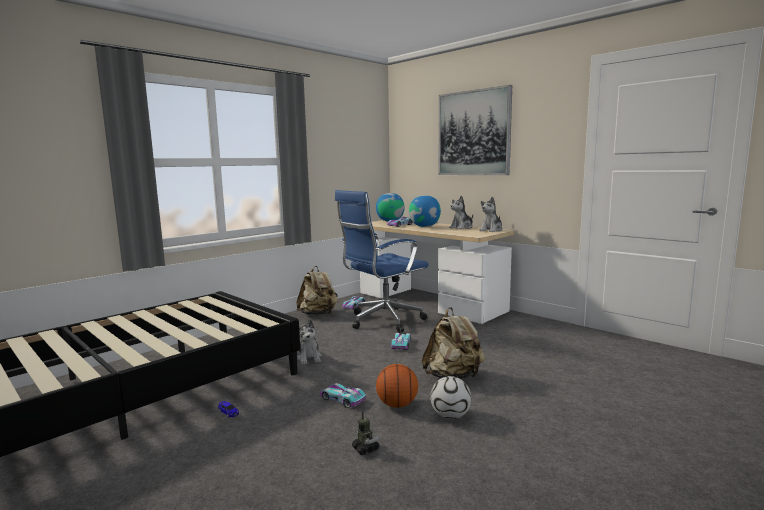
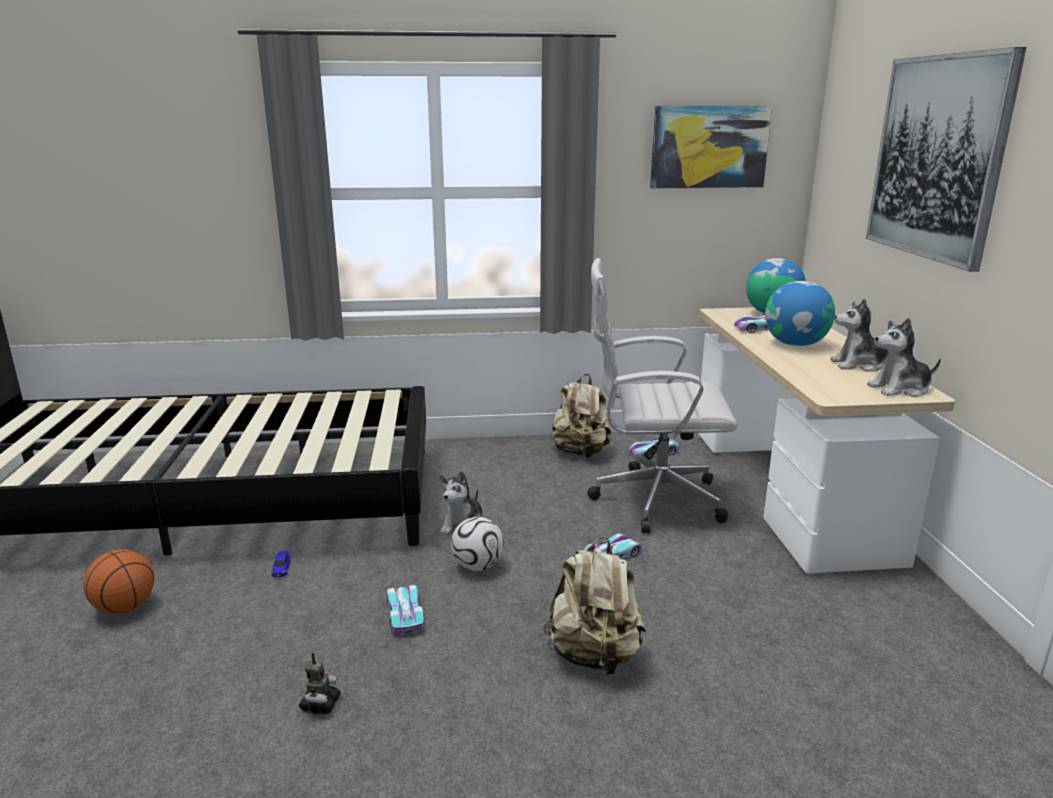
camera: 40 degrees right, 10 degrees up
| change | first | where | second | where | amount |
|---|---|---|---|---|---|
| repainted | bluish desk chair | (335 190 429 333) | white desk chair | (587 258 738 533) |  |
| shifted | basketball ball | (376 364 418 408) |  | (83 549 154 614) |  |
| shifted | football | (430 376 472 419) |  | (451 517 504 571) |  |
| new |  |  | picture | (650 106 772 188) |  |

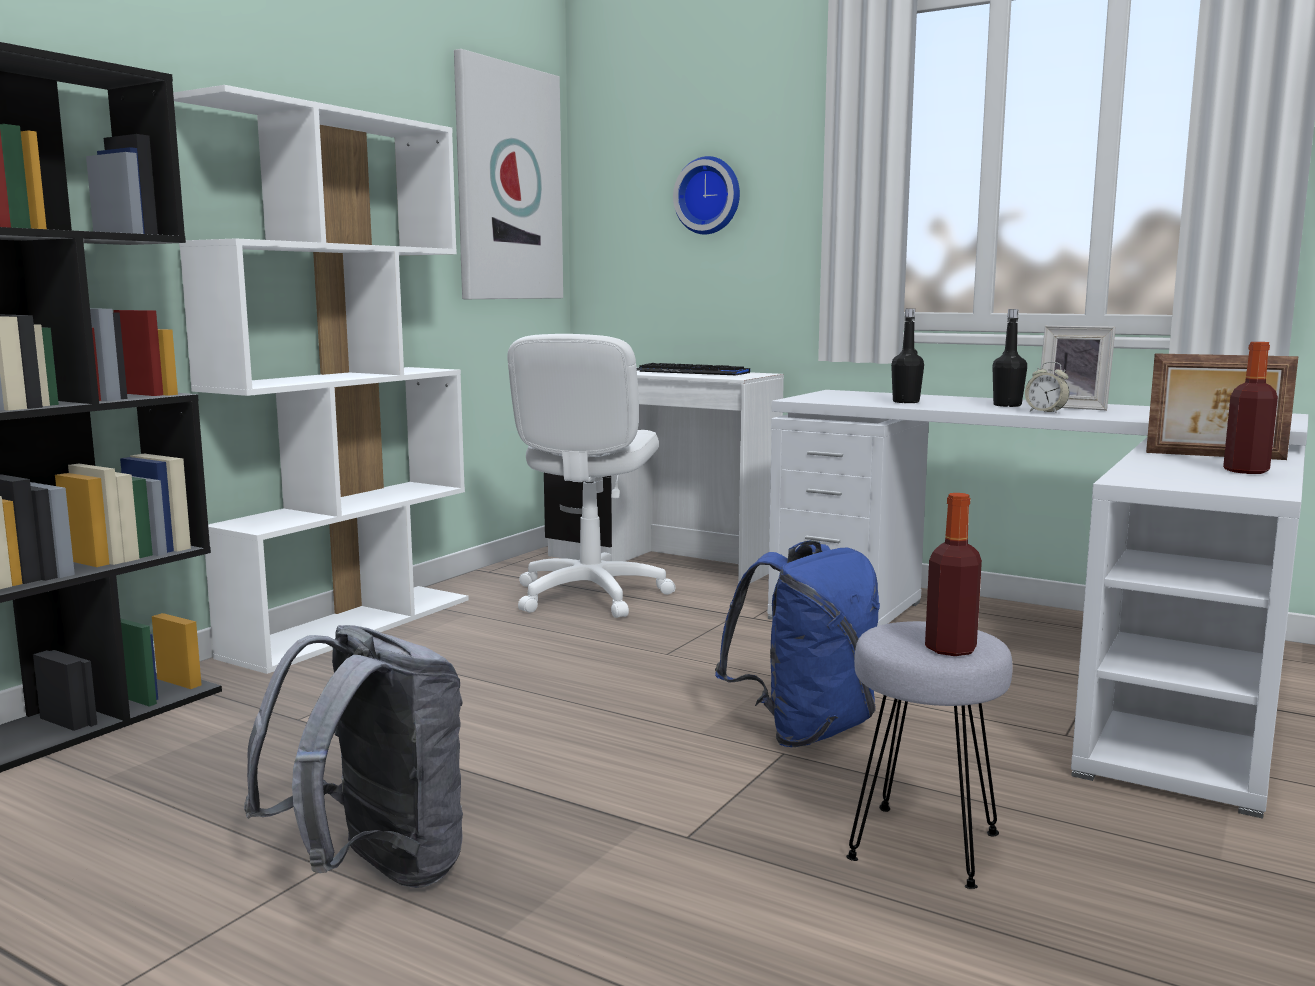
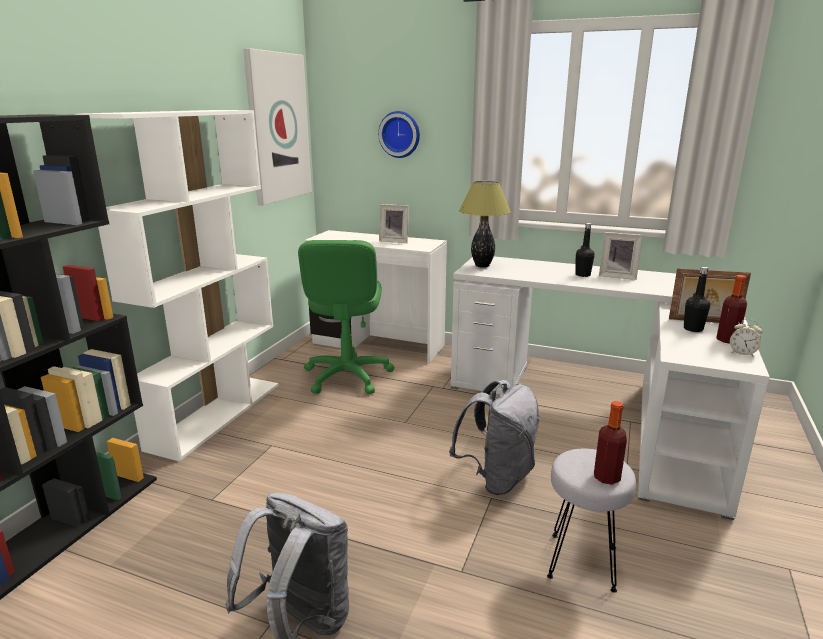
camera: 10 degrees left, 10 degrees up
| change | first | where | second | where | amount |
|---|---|---|---|---|---|
| repainted | white desk chair | (507 334 676 618) | greenish desk chair | (298 240 395 394) |  |
| swapped | keyboard | (637 363 750 375) | picture frame | (379 204 409 243) |  |
| repainted | bluish backpack | (715 540 880 747) | greyish backpack | (449 380 540 495) |  |
| shifted | black beverage bottle | (891 309 924 403) |  | (684 267 710 332) |  |
| shifted | table clock | (1025 362 1069 414) |  | (730 319 763 356) |  |
| new |  |  | tabletop lamp | (459 181 511 268) |  |

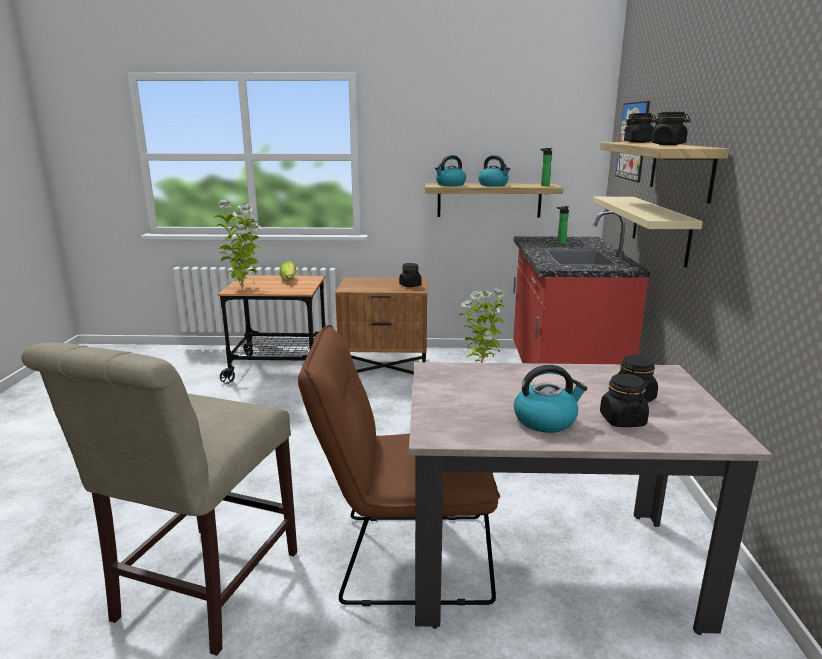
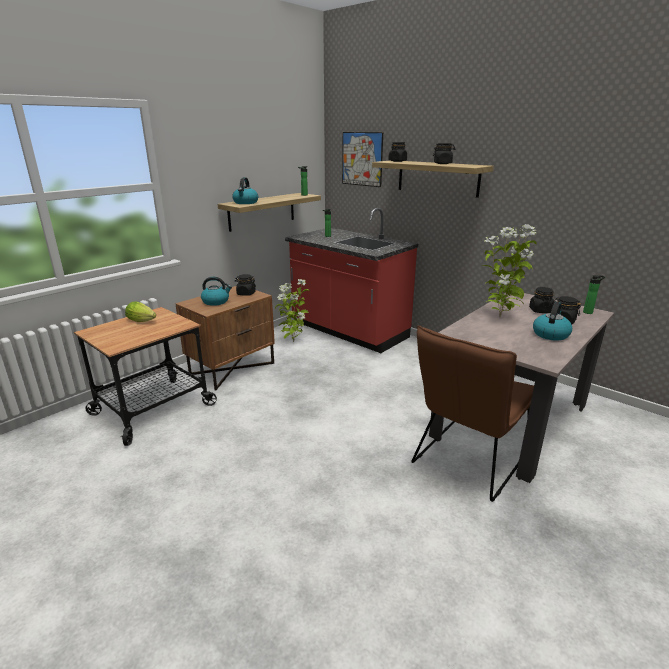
camera: 50 degrees left, 5 degrees up
| change | first | where | second | where | amount |
|---|---|---|---|---|---|
| gone | sand-coloured upright chair | (21 342 297 656) |  |  |  |
| shifted | houseplant | (213 199 261 289) |  | (482 224 537 318) |  |
| shifted | kettle | (478 155 510 186) |  | (201 277 232 306) |  |
| gone | sand-coloured shelf | (593 197 703 268) |  |  |  |
| new |  |  | beverage bottle | (583 275 605 314) |  |

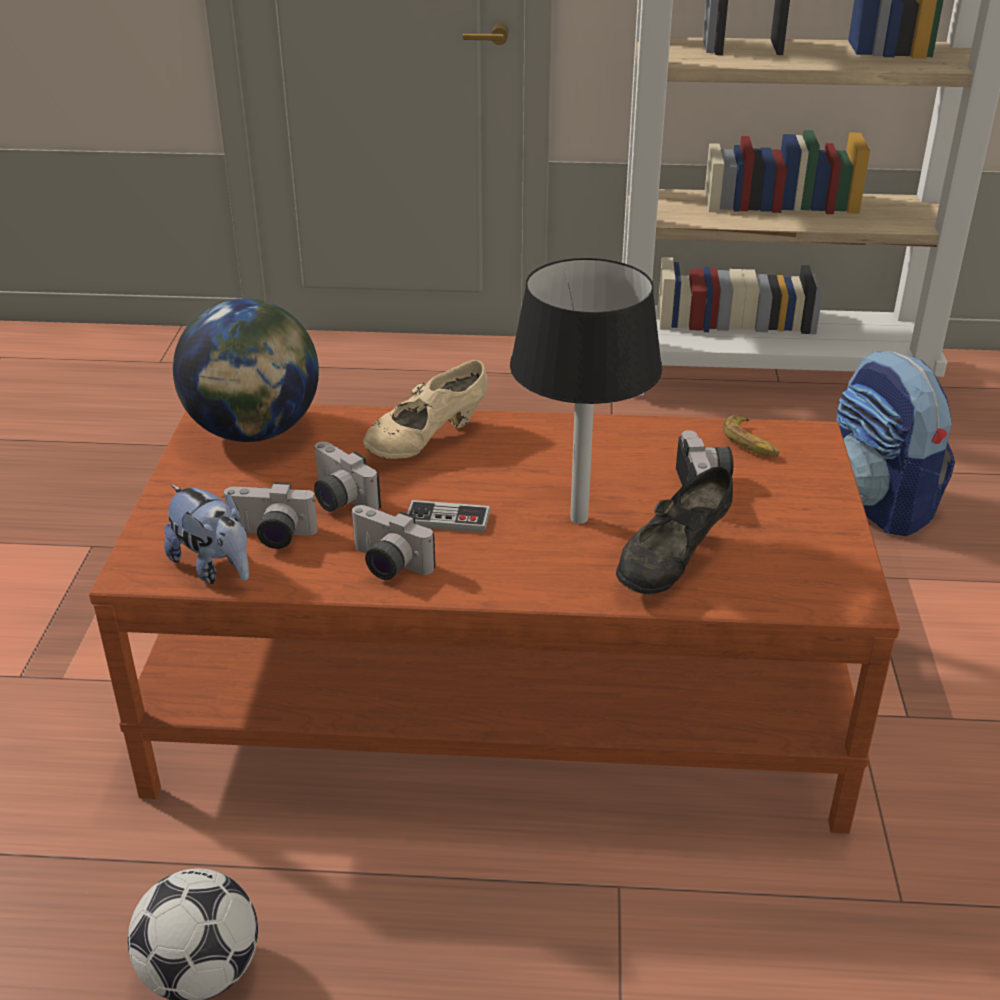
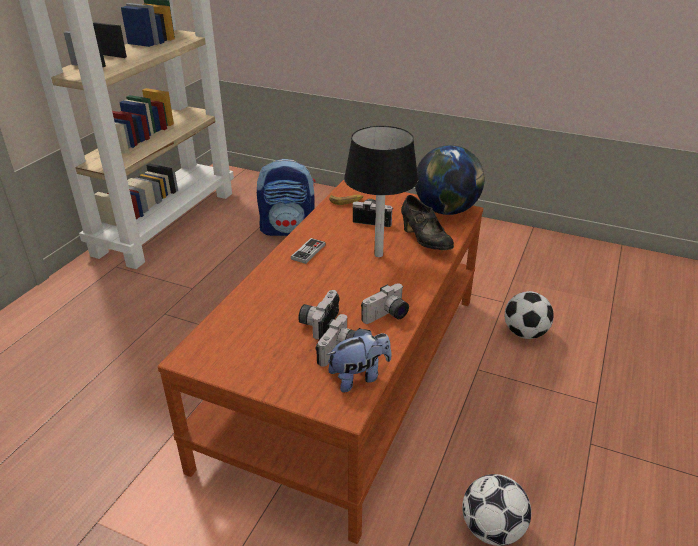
camera: 70 degrees left, 0 degrees up
| change | first | where | second | where | amount |
|---|---|---|---|---|---|
| shifted | desk globe | (173 298 319 442) |  | (415 145 485 215) |  |
| rotated | photo camera | (314 441 381 512) |  | (298 290 340 340) | 135 degrees clockwise |
| gone | sand-coloured item of footwear | (363 360 488 459) |  |  |  |
| shifted | game controller | (407 500 491 533) |  | (291 238 326 264) |  |
| new |  |  | football | (505 291 554 339) |  |

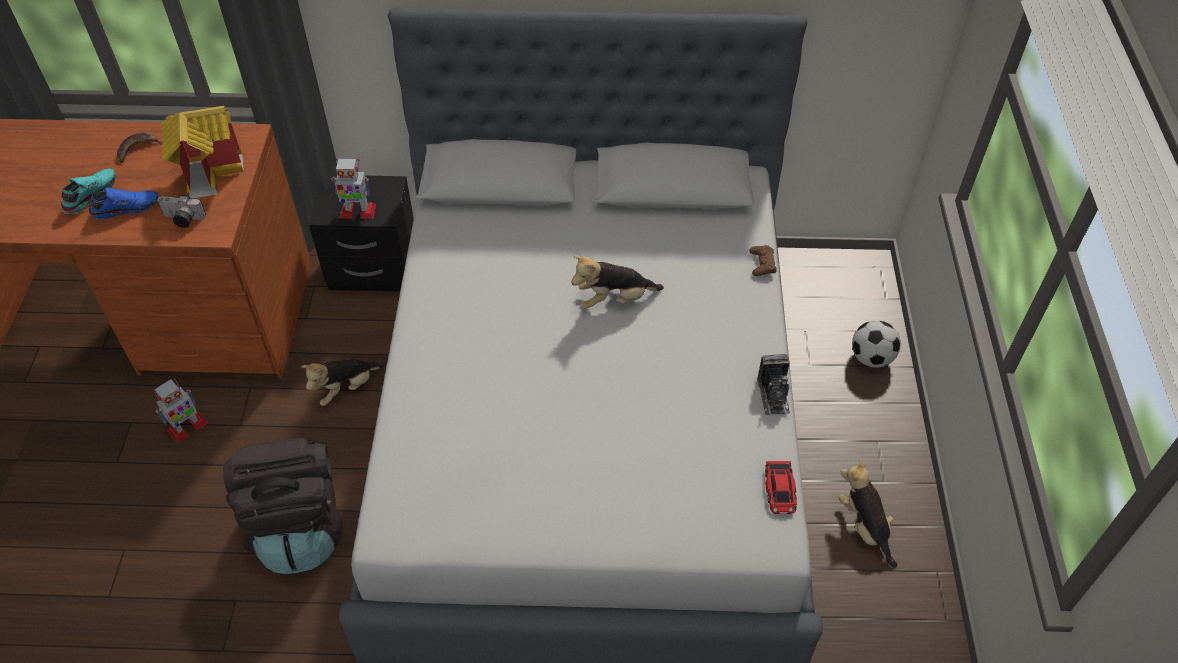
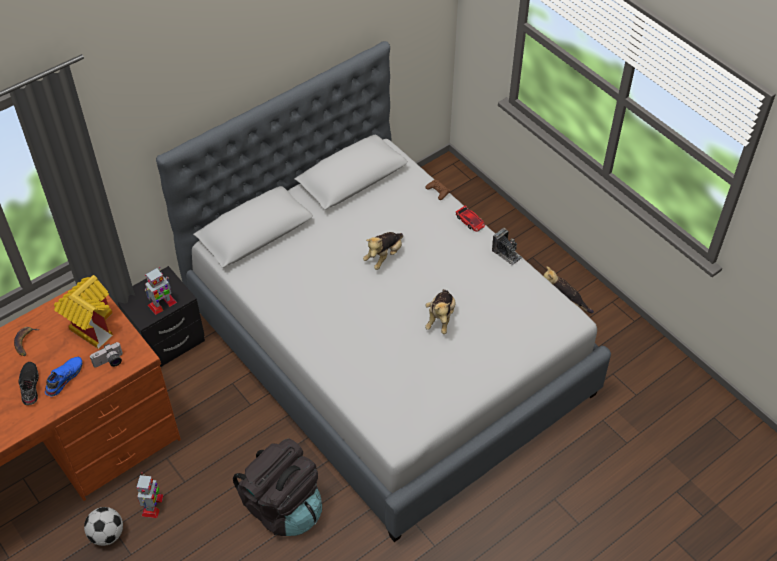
camera: 40 degrees left, 0 degrees up
| change | first | where | second | where | amount |
|---|---|---|---|---|---|
| repainted | turquoise item of footwear | (61 168 116 214) | black item of footwear | (19 362 39 405) |  |
| shifted | plush toy | (301 359 384 406) |  | (425 289 455 334) |  |
| shifted | toy car | (765 461 797 514) |  | (456 205 485 232) |  |
| shifted | football | (852 320 901 368) |  | (84 507 123 546) |  |

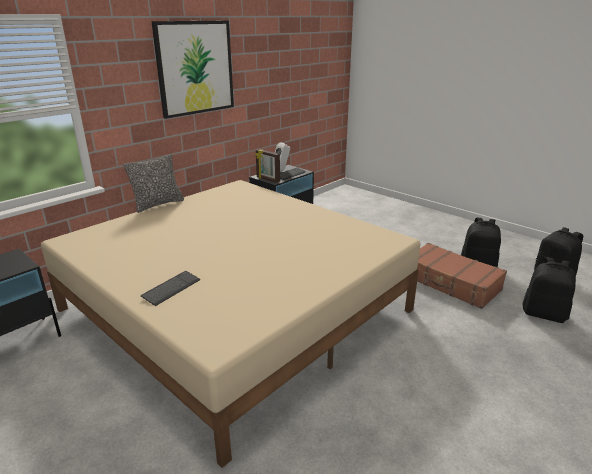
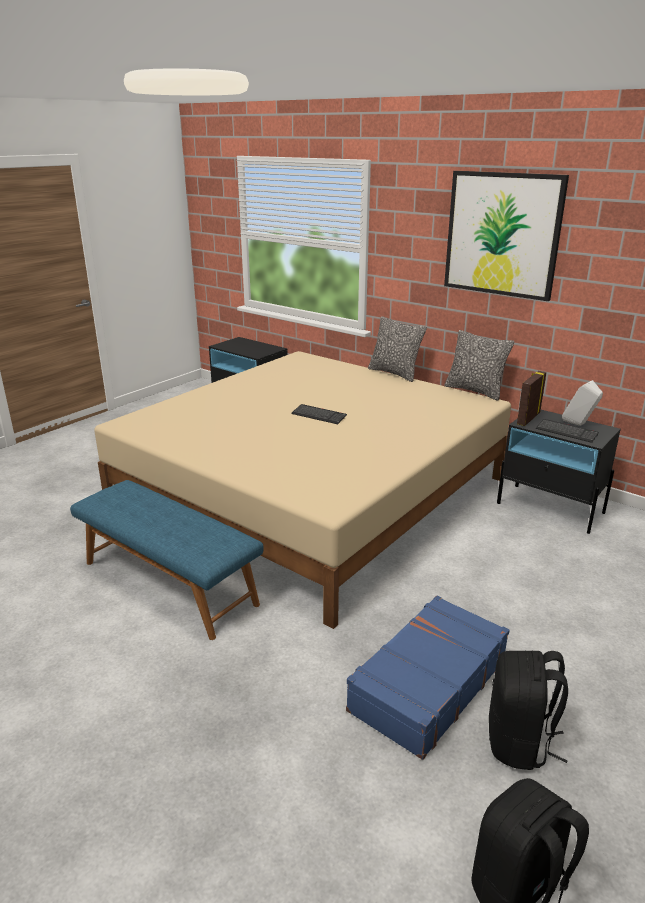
camera: 85 degrees right, 0 degrees up
| change | first | where | second | where | amount |
|---|---|---|---|---|---|
| shifted | keyboard | (141 271 200 306) |  | (291 404 347 424) |  |
| repainted | brown piece of luggage | (417 243 507 309) | bluish piece of luggage | (346 596 510 760) |  |
| gone | black backpack | (523 257 576 323) |  |  |  |
| new |  |  | bluish indoor bench | (70 480 264 640) |  |
| new |  |  | cushion | (444 330 514 400) |  |

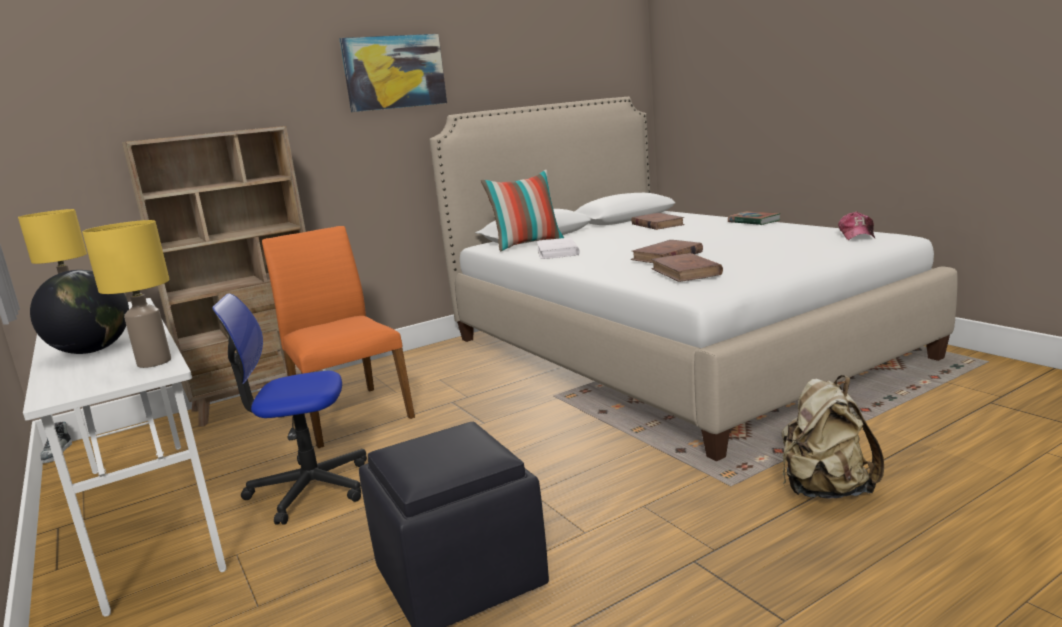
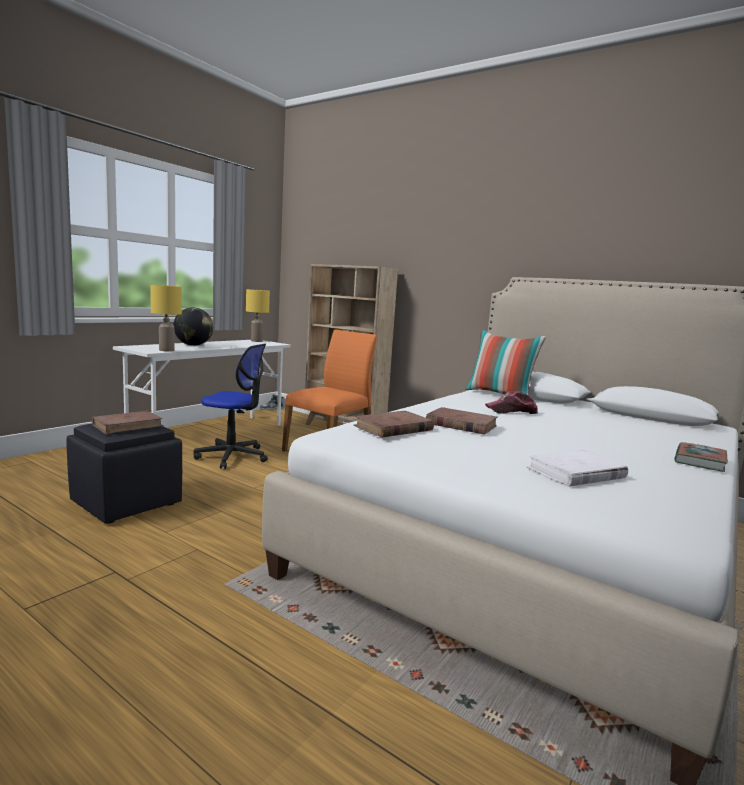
camera: 65 degrees right, 5 degrees down
| change | first | where | second | where | amount |
|---|---|---|---|---|---|
| rotated | desk chair | (212 293 367 525) |  | (194 344 268 469) | 135 degrees clockwise |
| gone | picture | (339 34 447 112) |  |  |  |
| shifted | white book | (536 237 580 259) |  | (526 450 628 487) |  |
| shifted | brown book | (631 213 685 230) |  | (92 411 164 434) |  |
| gone | sand-coloured backpack | (781 375 884 499) |  |  |  |
| shifted | peaked cap | (838 211 875 240) |  | (485 391 538 414) |  |

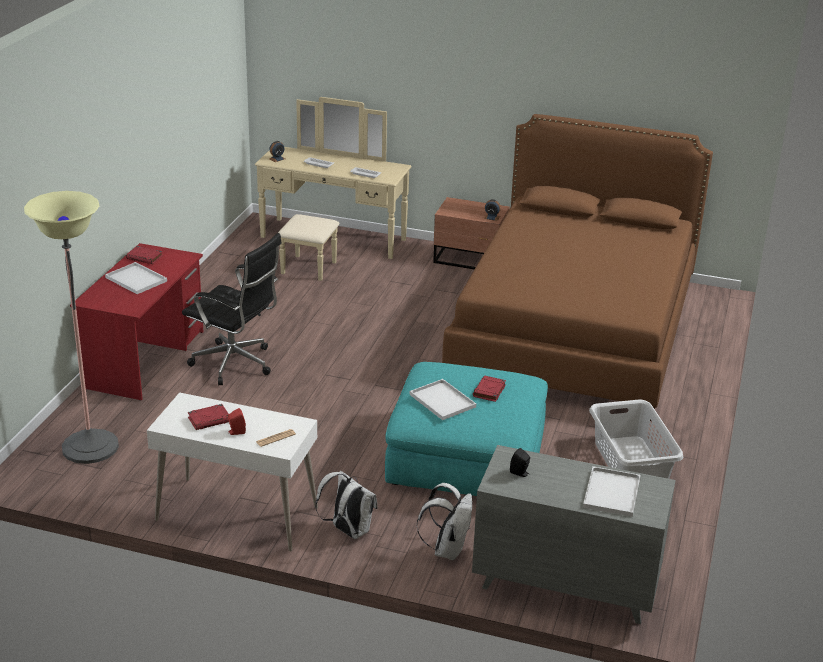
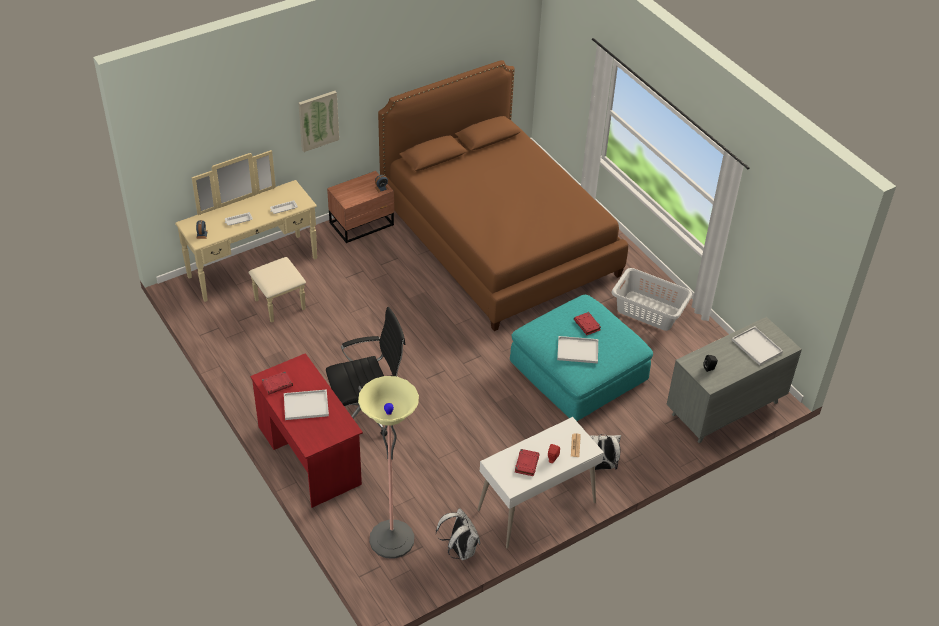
camera: 50 degrees left, 15 degrees up
| change | first | where | second | where | amount |
|---|---|---|---|---|---|
| shifted | white backpack | (417 483 472 560) |  | (436 508 480 560) |  |
| new |  |  | picture | (298 91 339 152) |  |

